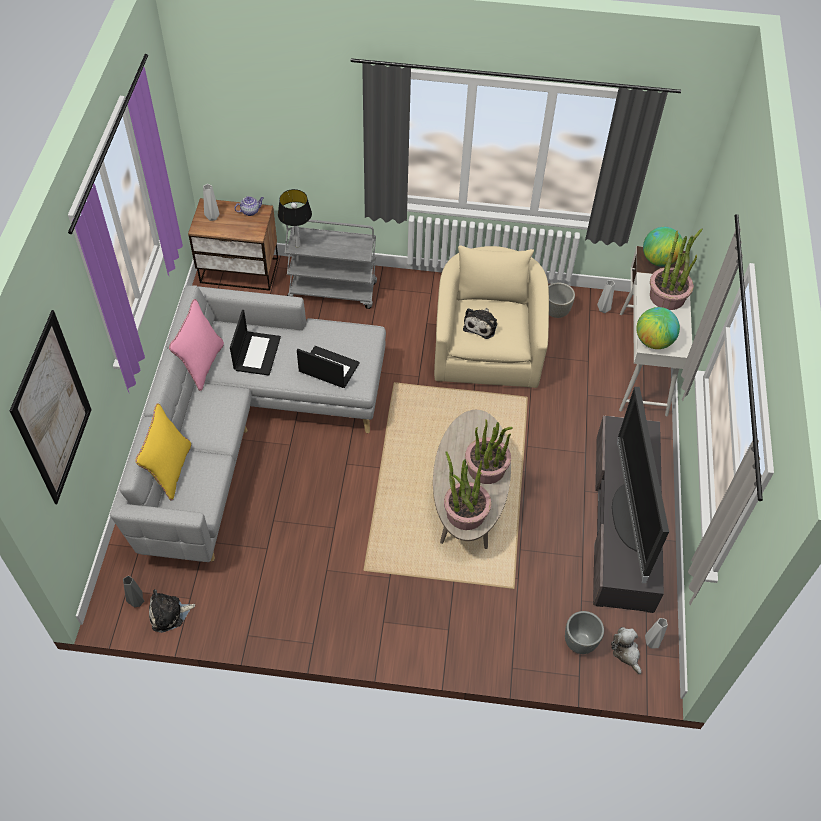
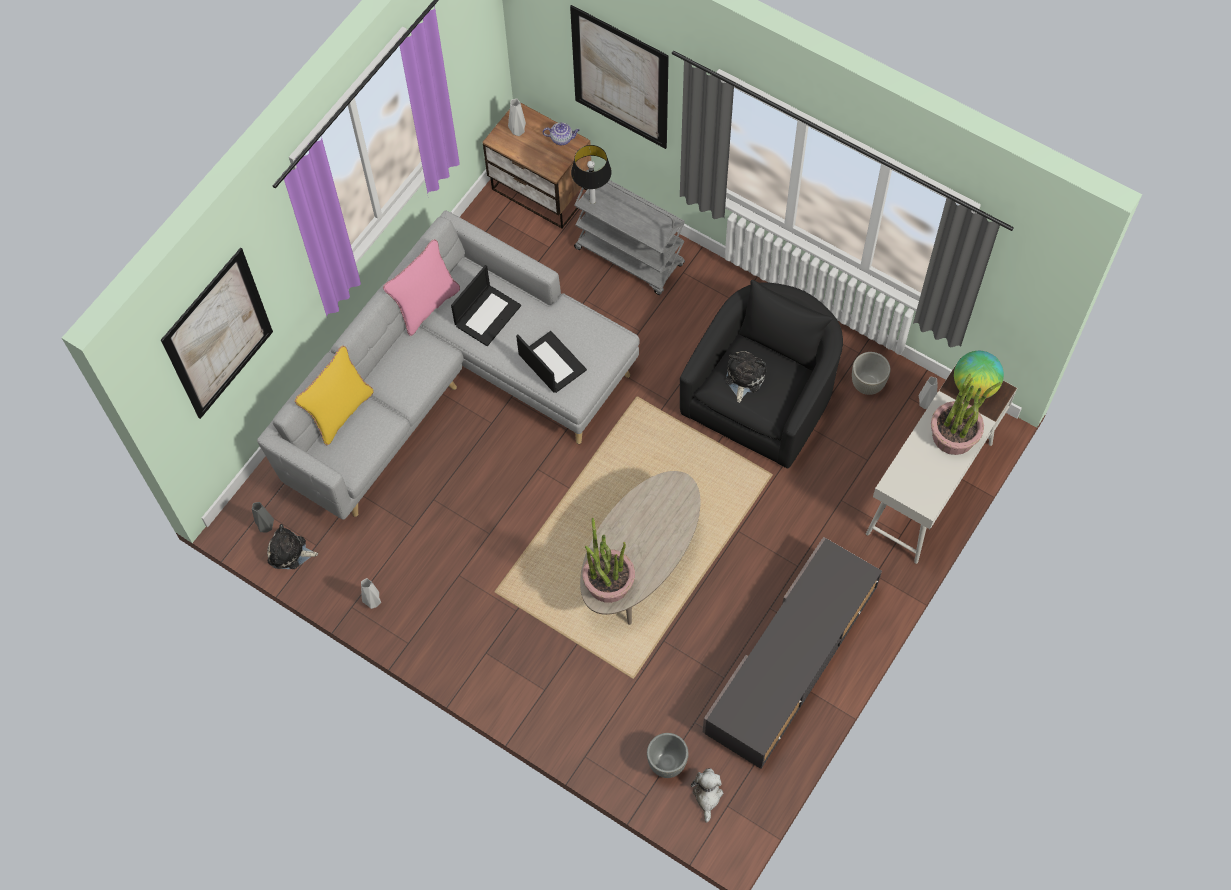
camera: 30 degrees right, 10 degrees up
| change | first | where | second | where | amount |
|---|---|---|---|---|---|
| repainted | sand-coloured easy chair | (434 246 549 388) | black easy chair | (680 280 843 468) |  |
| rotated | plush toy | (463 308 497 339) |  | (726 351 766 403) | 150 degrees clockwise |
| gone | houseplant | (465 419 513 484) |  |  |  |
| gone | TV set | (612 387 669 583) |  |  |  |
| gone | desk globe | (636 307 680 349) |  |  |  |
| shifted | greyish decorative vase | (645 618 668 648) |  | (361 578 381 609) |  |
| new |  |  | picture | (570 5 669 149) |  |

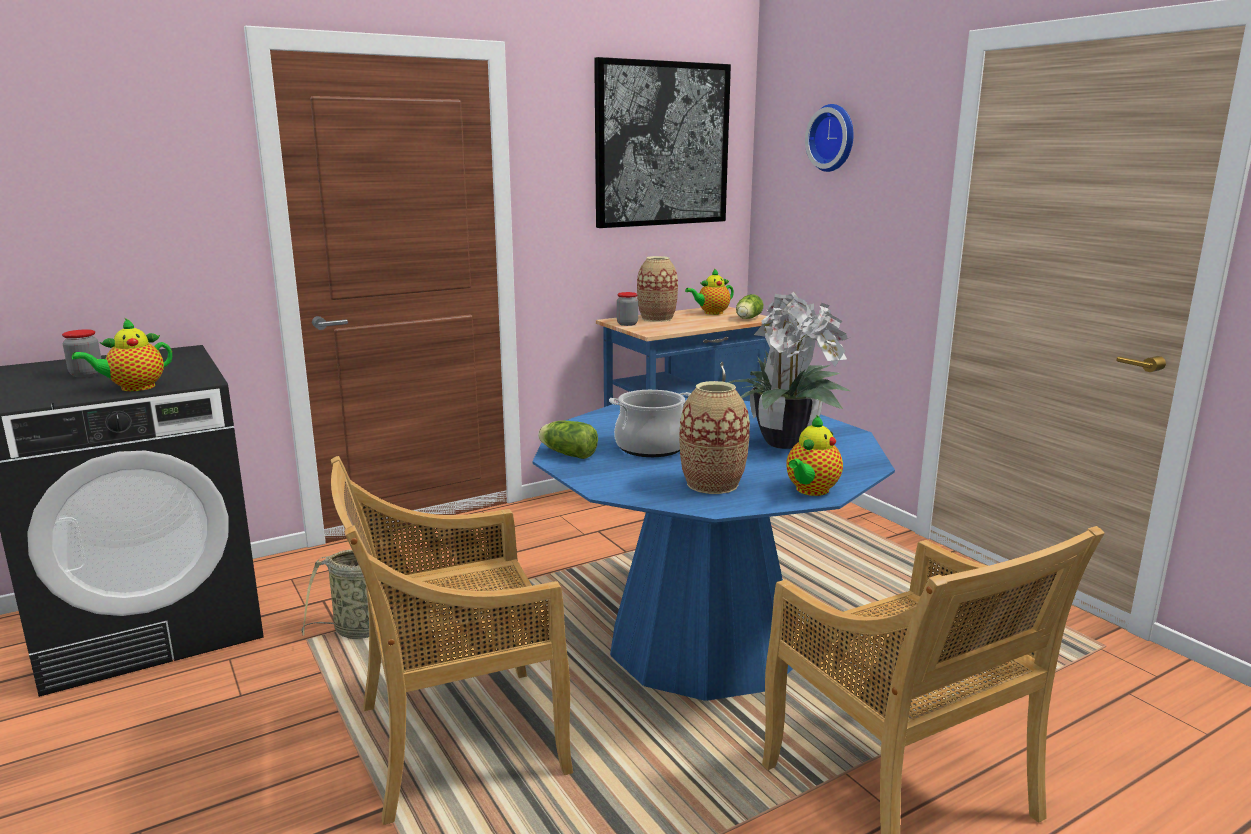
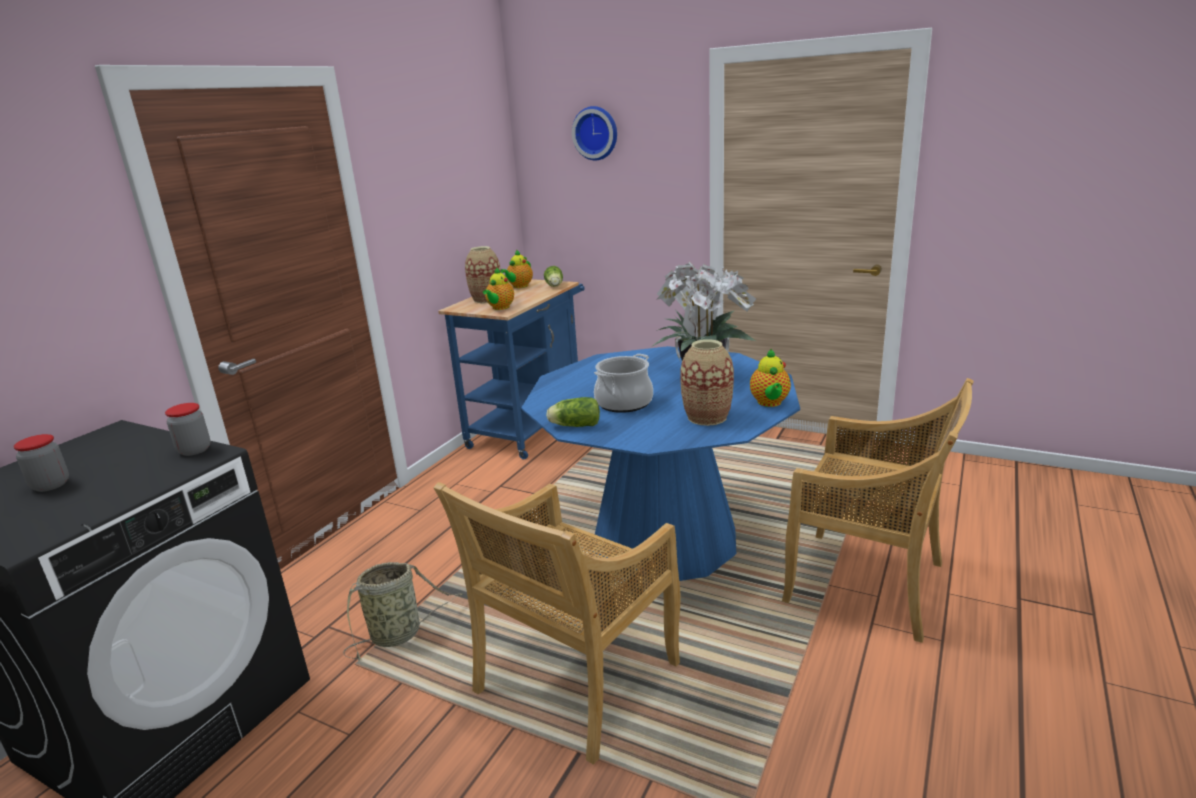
camera: 30 degrees left, 5 degrees up
| change | first | where | second | where | amount |
|---|---|---|---|---|---|
| shifted | teapot | (72 318 172 391) |  | (483 267 514 310) |  |
| gone | picture | (594 57 731 228) |  |  |  |
| shifted | jar | (617 292 638 326) |  | (165 403 210 456) |  |

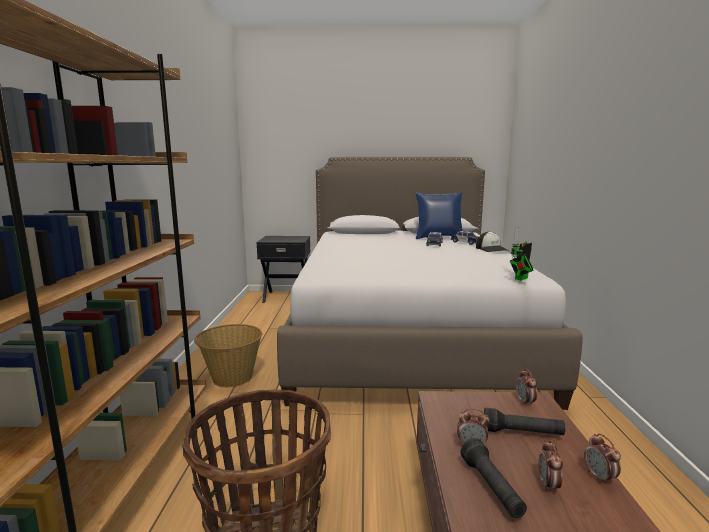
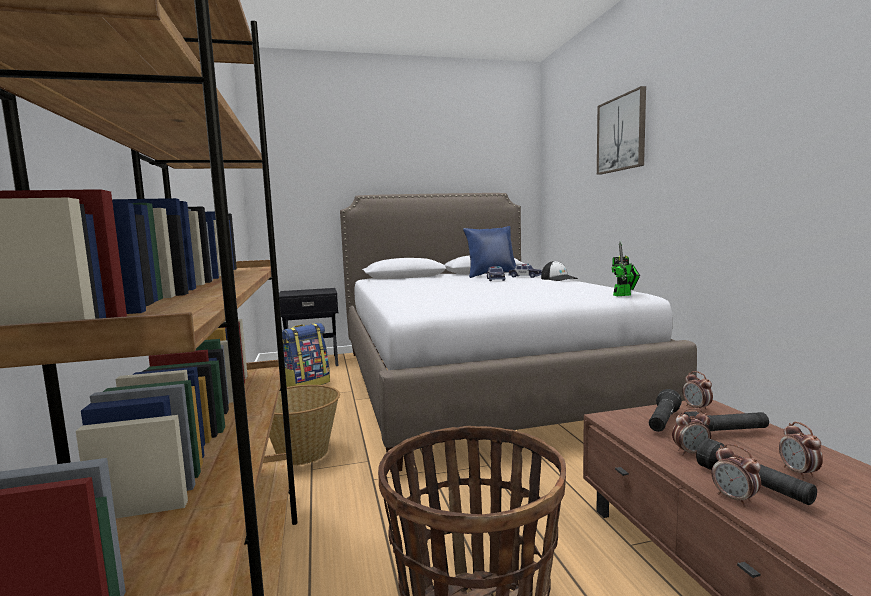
camera: 15 degrees left, 5 degrees down
| change | first | where | second | where | amount |
|---|---|---|---|---|---|
| rotated | model robot | (510 225 534 281) |  | (611 242 640 296) | 135 degrees counterclockwise |
| shifted | table clock | (584 433 621 486) |  | (711 444 761 507) |  |
| new |  |  | backpack | (282 323 330 387) |  |
| new |  |  | picture | (597 86 646 175) |  |
| new |  |  | black hand torch | (649 389 682 432) |  |

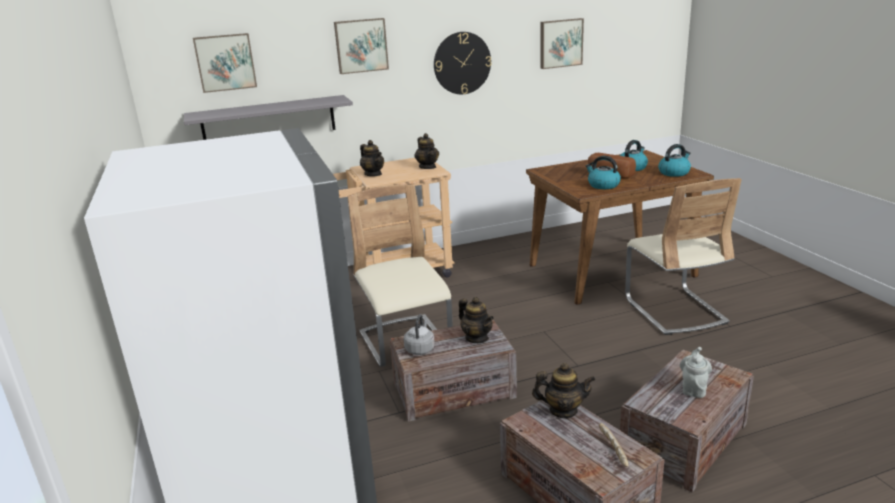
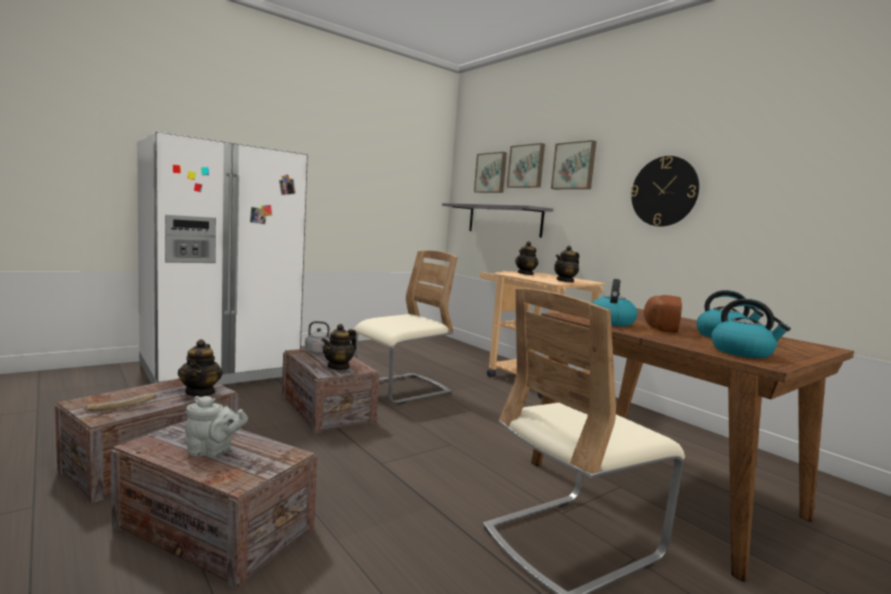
camera: 70 degrees right, 15 degrees down
| change | first | where | second | where | amount |
|---|---|---|---|---|---|
| shifted | picture | (540 18 584 69) |  | (507 143 545 188) |  |

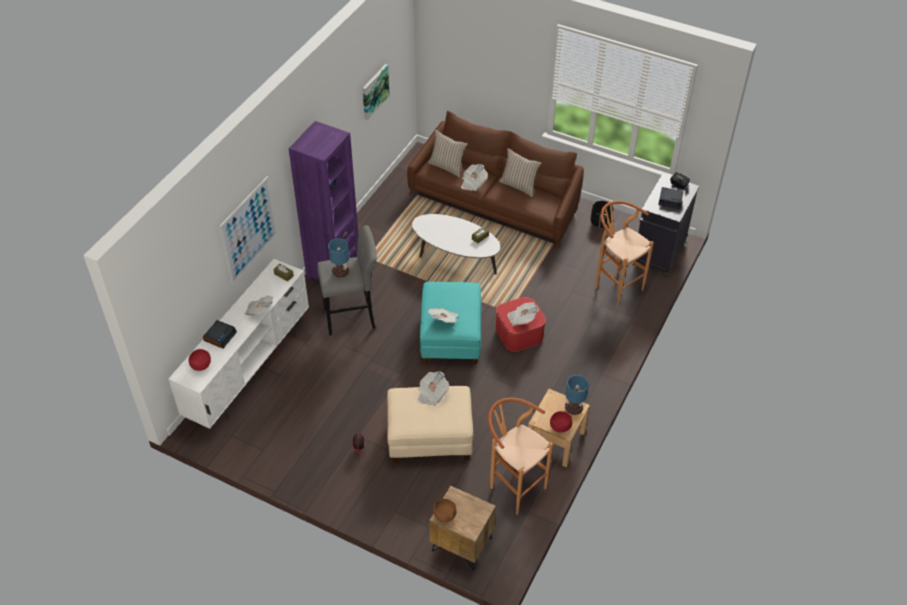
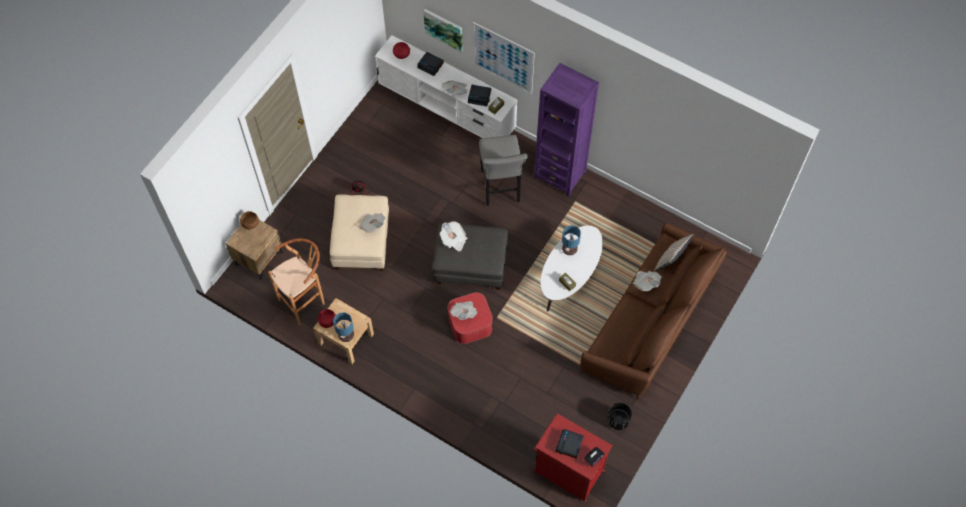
camera: 95 degrees right, 15 degrees up
| change | first | where | second | where | amount |
|---|---|---|---|---|---|
| shifted | tabletop lamp | (328 238 349 278) |  | (562 225 581 255) |  |
| shifted | picture | (363 64 390 120) |  | (424 9 463 52) |  |
| repainted | turquoise ottoman | (420 282 481 364) | greyish ottoman | (432 223 508 290) |  |
| gone | sand-coloured cushion | (499 148 542 197) |  |  |  |
| gone | brown stool | (595 201 654 307) |  |  |  |
| repainted | black cupboard | (633 174 699 277) | red-coloured cupboard | (534 413 613 503) |  |
| new |  |  | table clock | (468 85 491 106) |  |

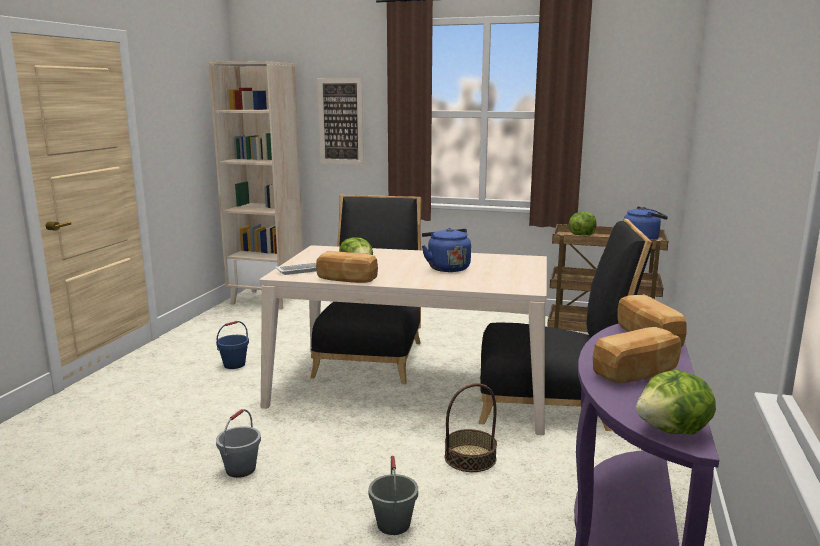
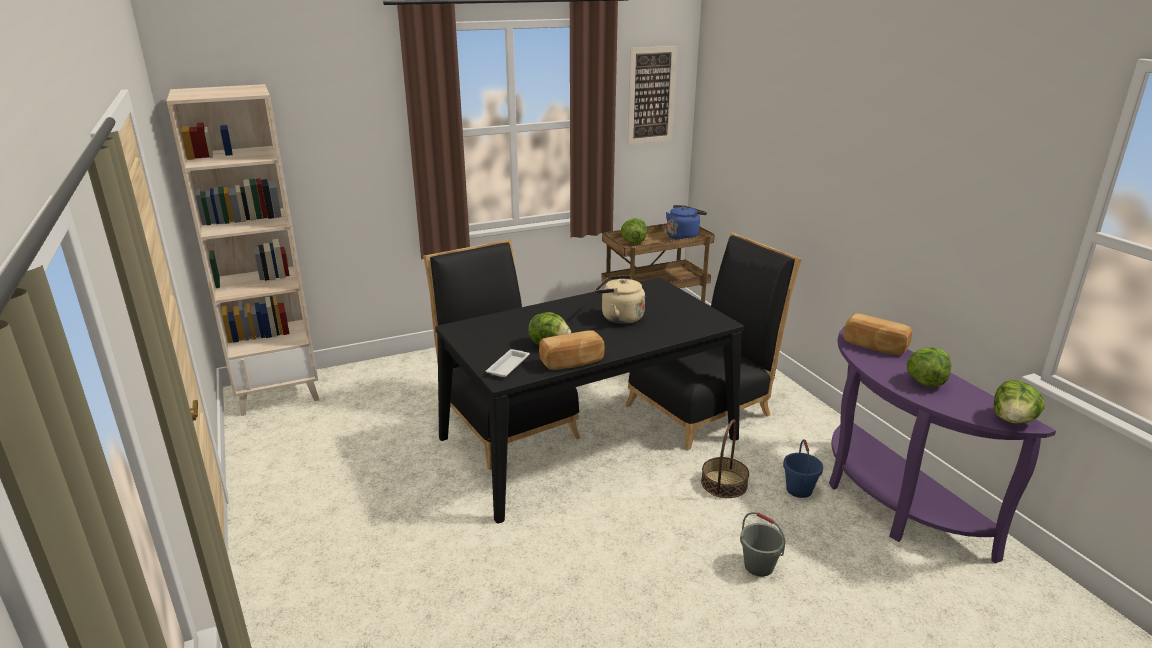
camera: 40 degrees left, 10 degrees up
| change | first | where | second | where | amount |
|---|---|---|---|---|---|
| shifted | bluish water bucket | (216 321 249 369) |  | (783 439 823 498) |  |
| gone | greyish water bucket | (216 409 261 478) |  |  |  |
| repainted | sand-coloured dining table | (260 245 547 435) | black dining table | (435 278 744 524) |  |
| shifted | picture | (317 78 364 165) |  | (627 46 677 145) |  |
| repainted | bluish kettle | (422 228 471 272) | sand-coloured kettle | (595 275 645 324) |  |
| swapped | baked bread | (593 327 681 383) | lettuce | (907 347 951 387) |  |

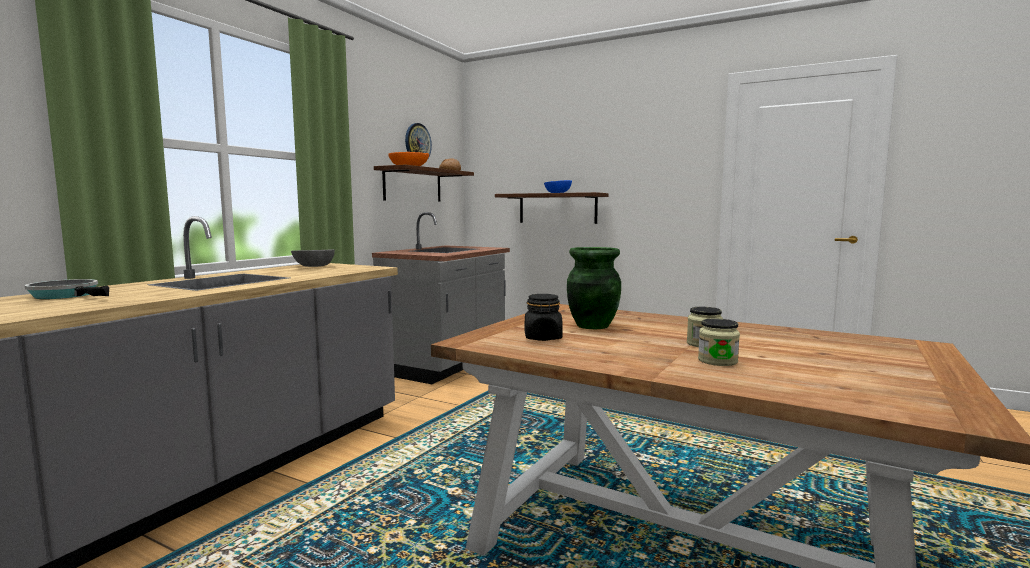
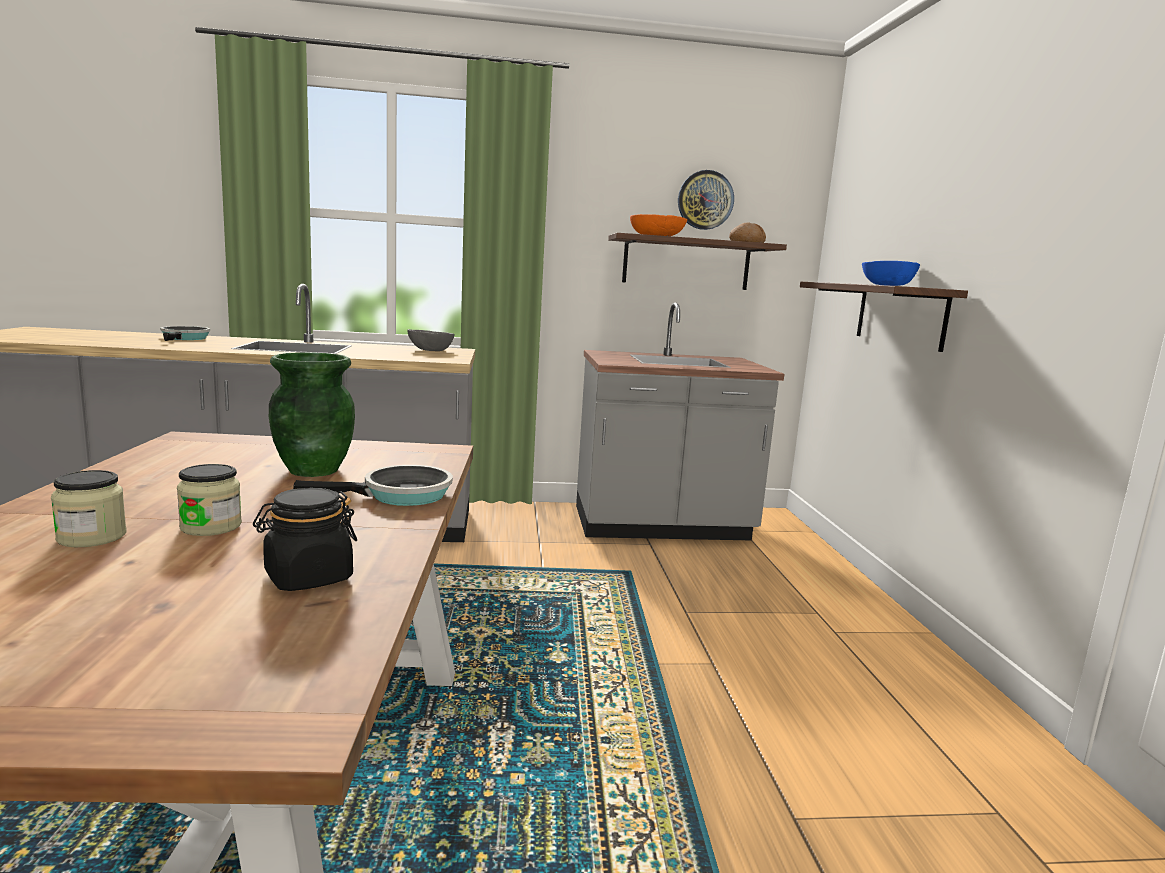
camera: 55 degrees right, 5 degrees up
| change | first | where | second | where | amount |
|---|---|---|---|---|---|
| shifted | black jar | (525 294 563 341) |  | (253 488 357 591) |  |
| new |  |  | frying pan | (293 465 453 506) |  |

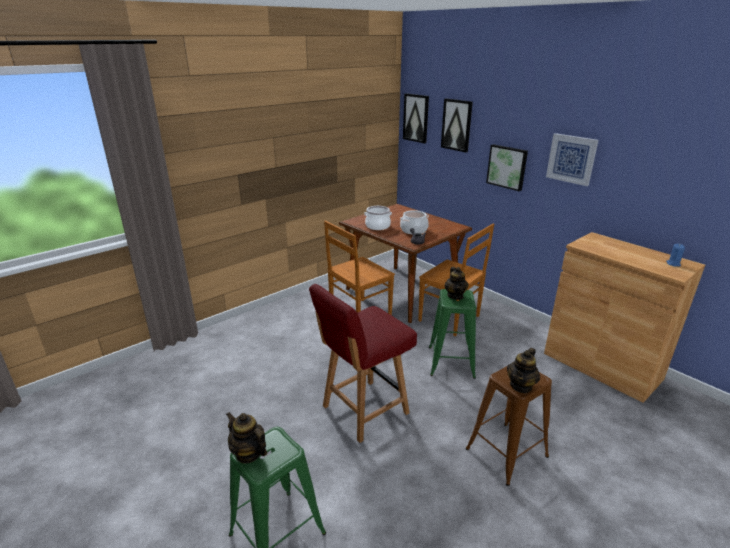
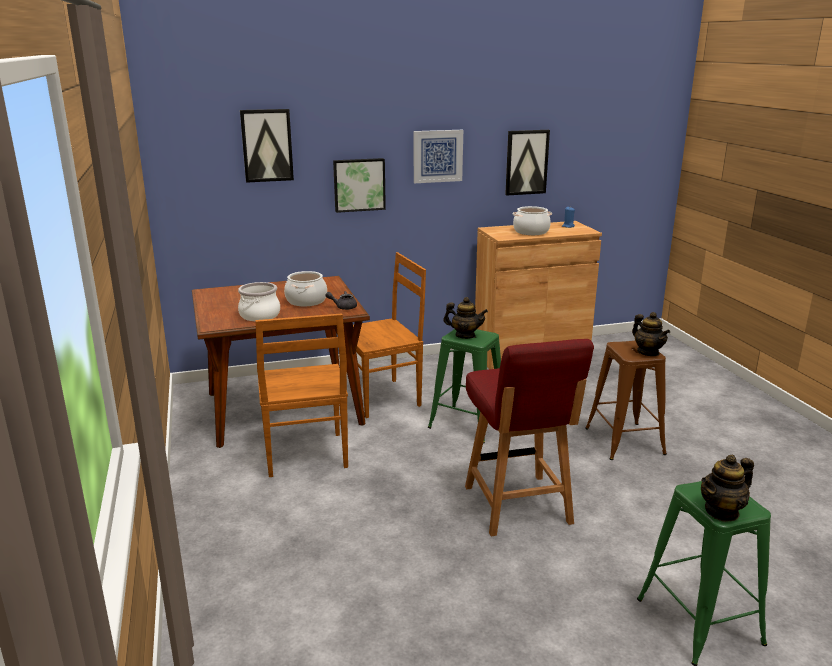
camera: 65 degrees left, 5 degrees down
| change | first | where | second | where | amount |
|---|---|---|---|---|---|
| shifted | picture | (403 93 429 143) |  | (505 130 550 195) |  |
| new |  |  | saucepot | (513 206 552 235) |  |

